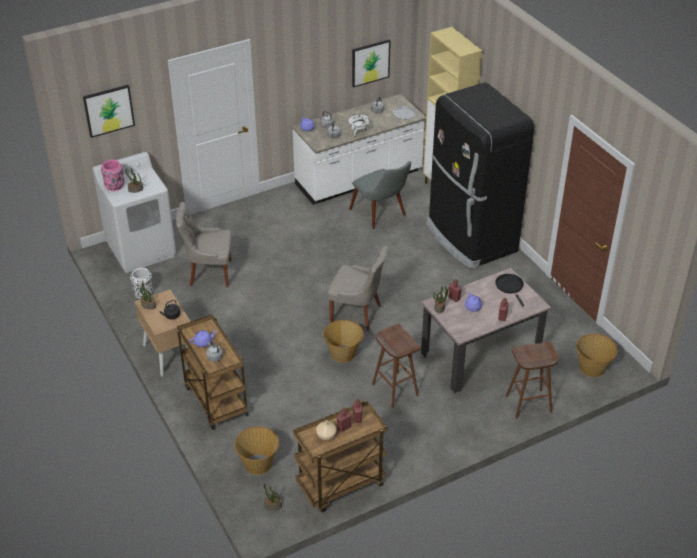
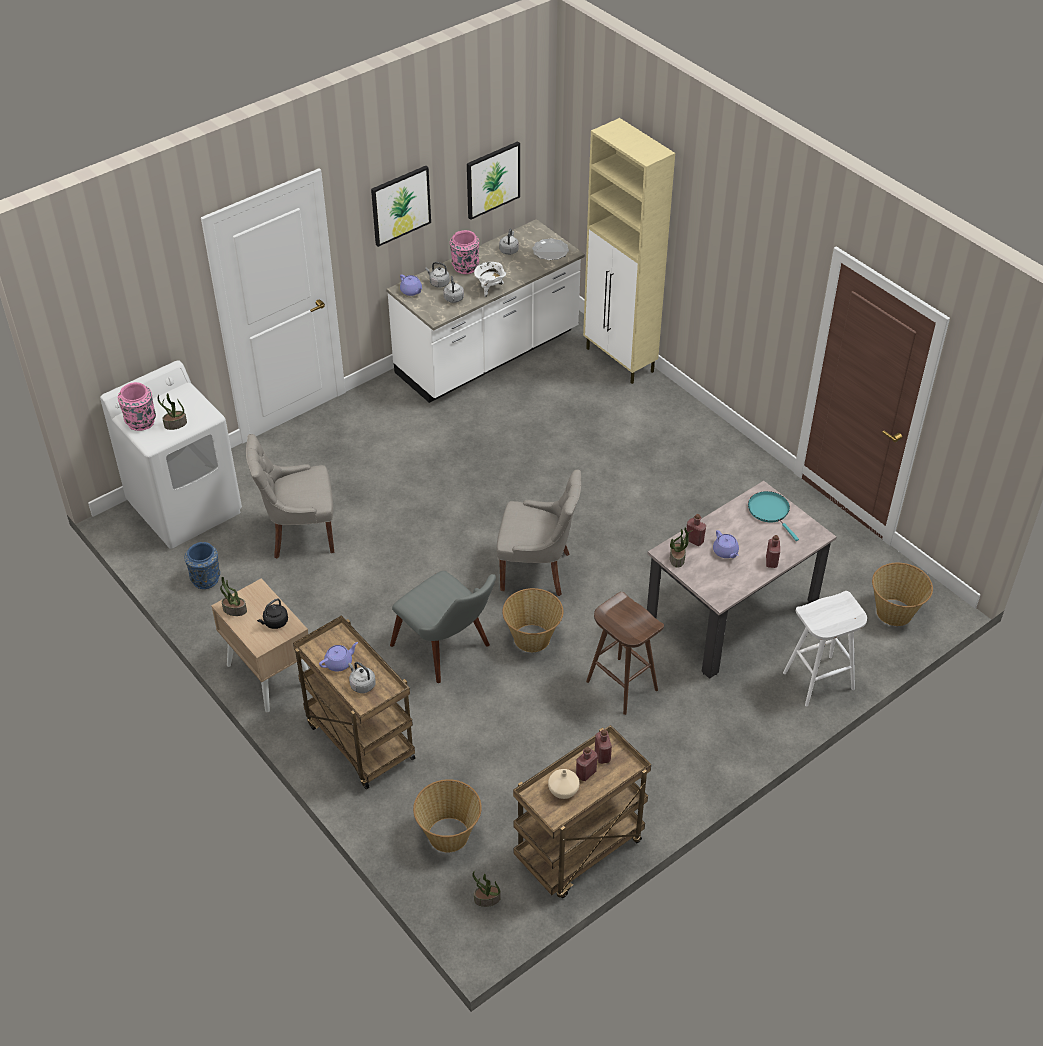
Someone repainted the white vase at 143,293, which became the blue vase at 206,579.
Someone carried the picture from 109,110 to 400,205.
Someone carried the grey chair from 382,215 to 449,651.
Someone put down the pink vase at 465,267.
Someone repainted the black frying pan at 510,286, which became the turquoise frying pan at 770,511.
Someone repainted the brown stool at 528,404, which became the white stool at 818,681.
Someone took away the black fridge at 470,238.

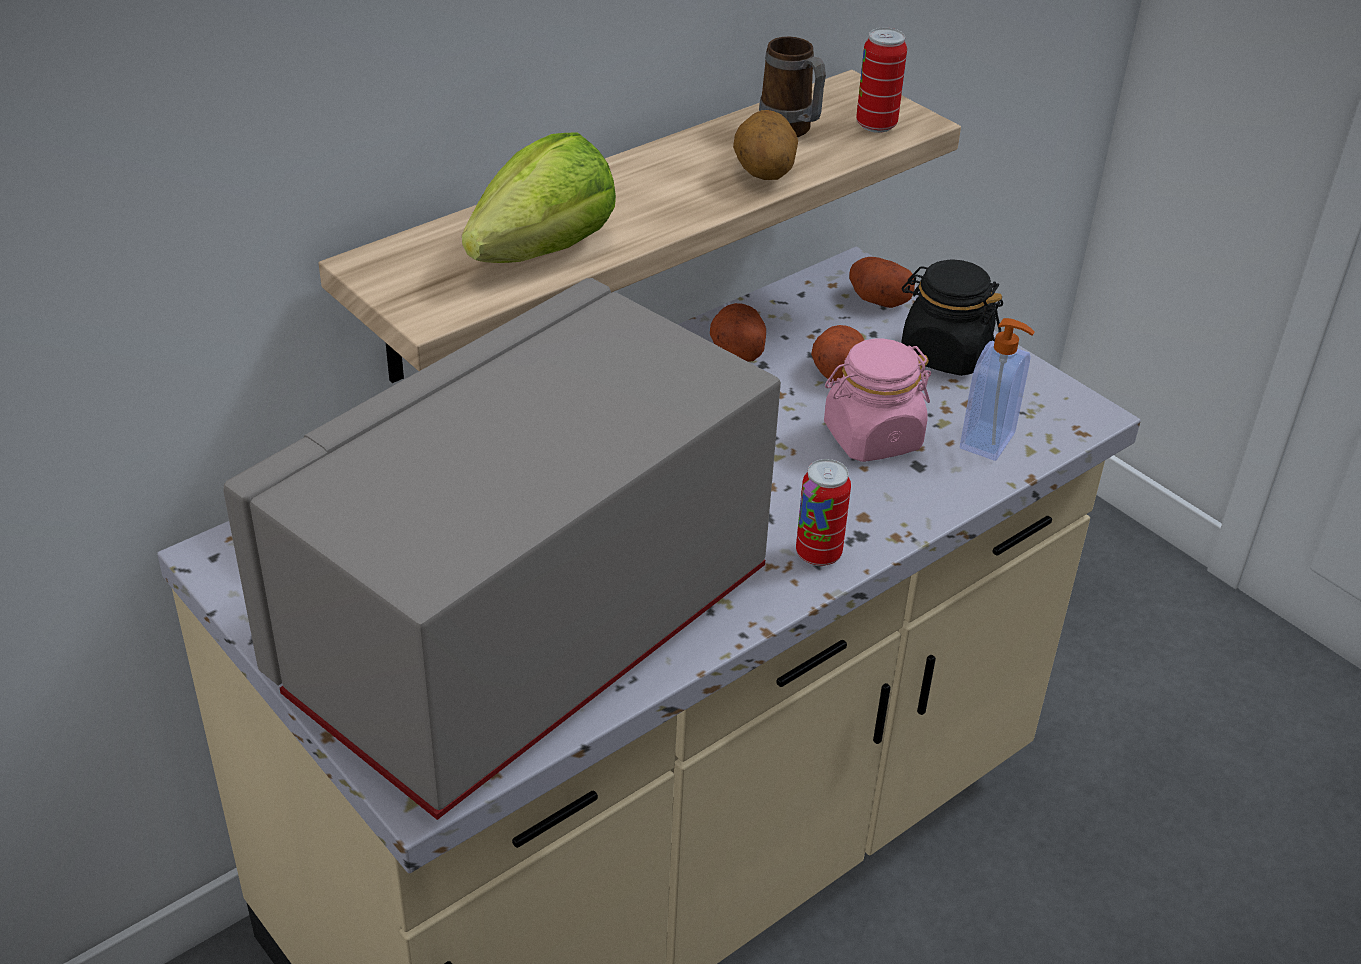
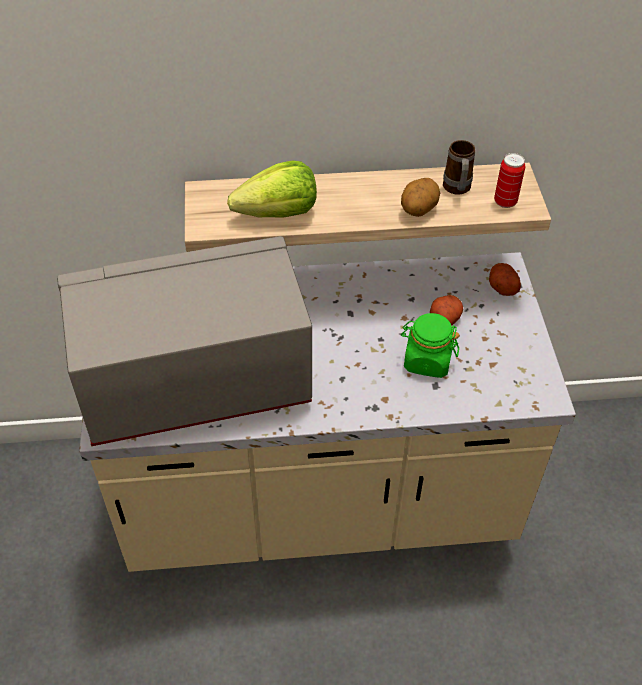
Someone repainted the pink jar at 871,438, which became the green jar at 427,361.
Someone took away the potato at 737,348.
Someone took away the can at 818,554.
Someone took away the black jar at 944,353.
Someone took away the soap dispenser at 989,442.

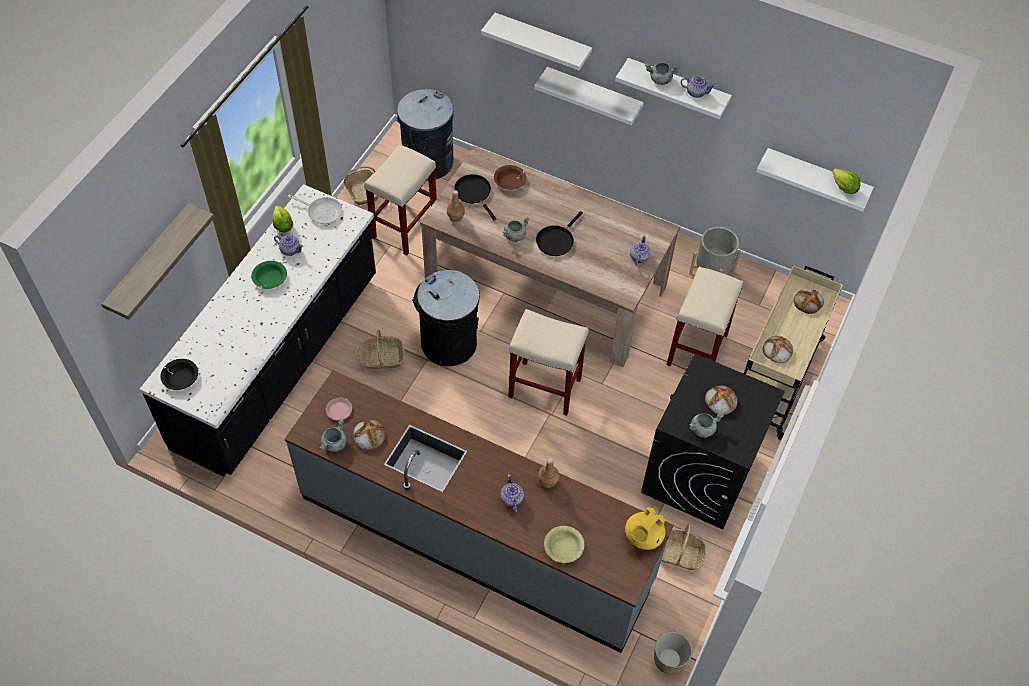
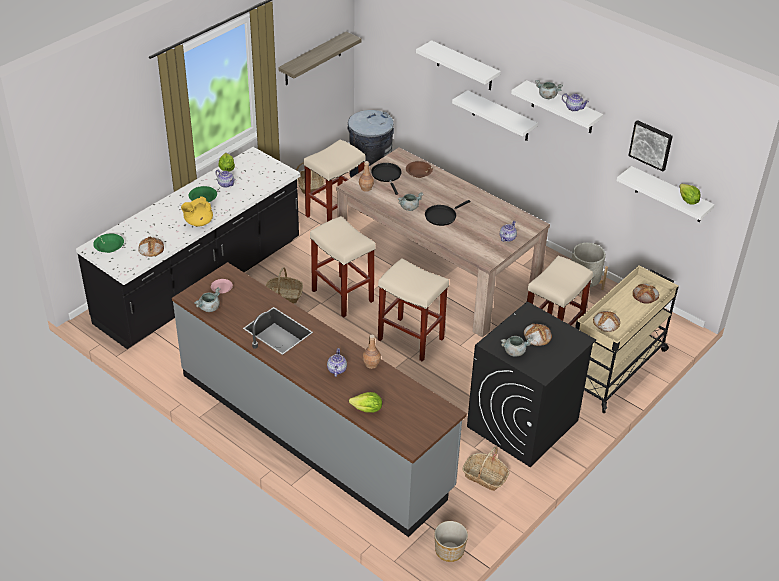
Someone repainted the black bowl at 180,377, which became the green bowl at 109,247.
Someone carried the bread from 369,435 to 151,248.
Someone carried the yellow teapot from 643,537 to 198,222.
Someone carried the shelf from 149,262 to 313,59.
Someone swapped the black trash can at 449,344 for the beige stool at 341,295.
Someone swapped the yellow bowl at 563,547 for the lettuce at 367,409.
Someone put up the picture at 651,144.
Someone took away the frying pan at 322,211.

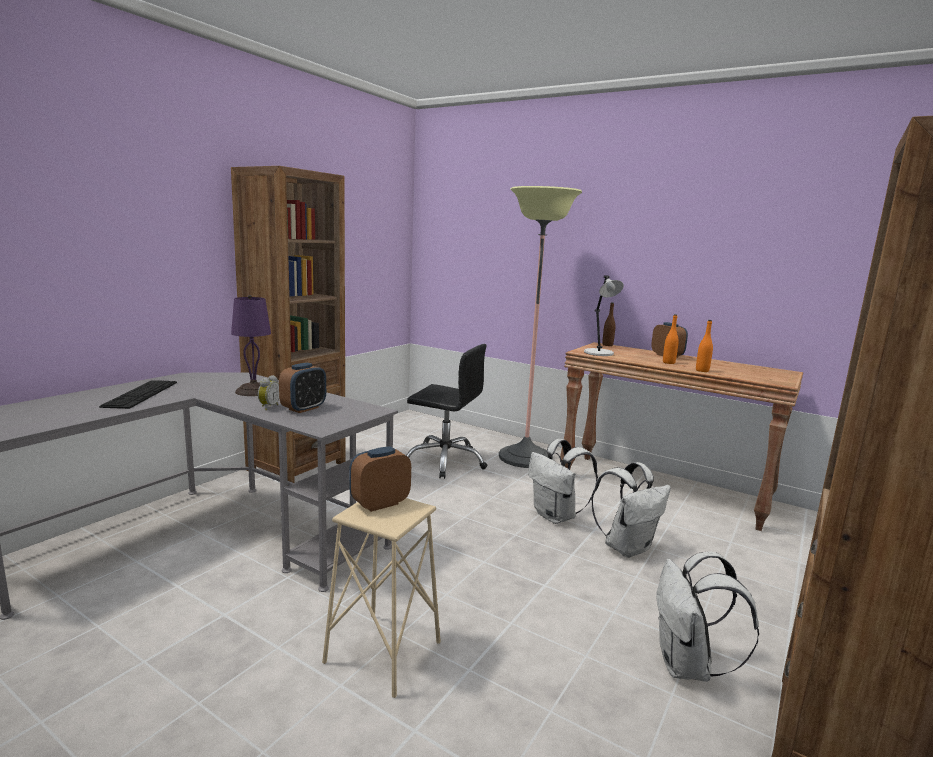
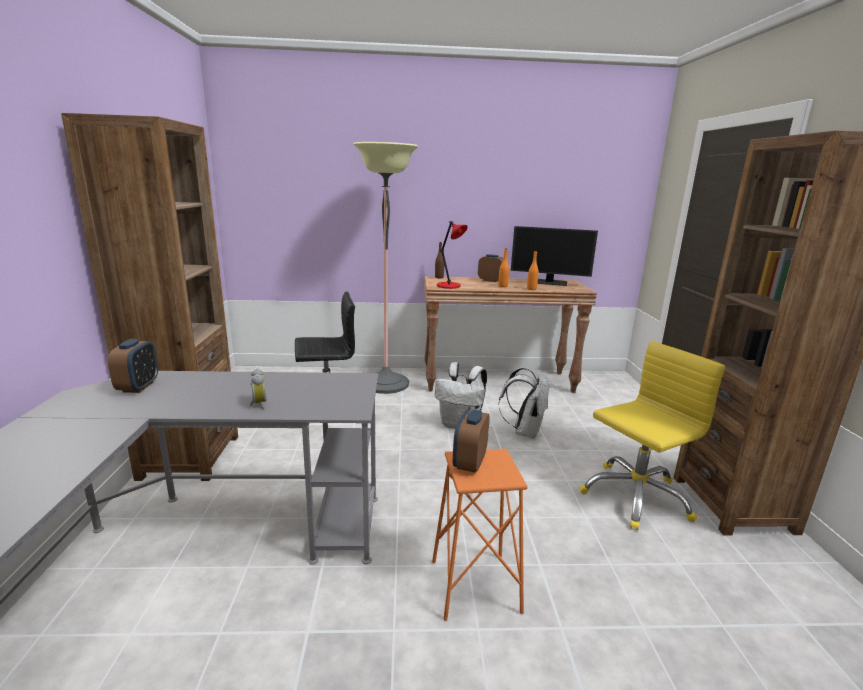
Someone carried the alarm clock from 304,408 to 138,387.
Someone repainted the beige stool at 382,653, which became the orange stool at 475,586.
Someone repainted the grey table lamp at 599,353, which became the red table lamp at 450,286.
Someone put down the monitor at 549,282.
Someone swapped the white backpack at 687,666 for the yellow office chair at 635,496.
Someone took away the keyboard at 141,394.
Someone took away the purple table lamp at 253,391.

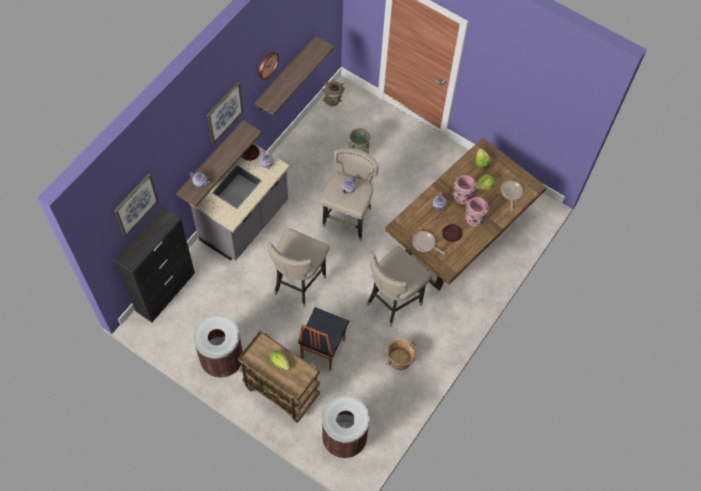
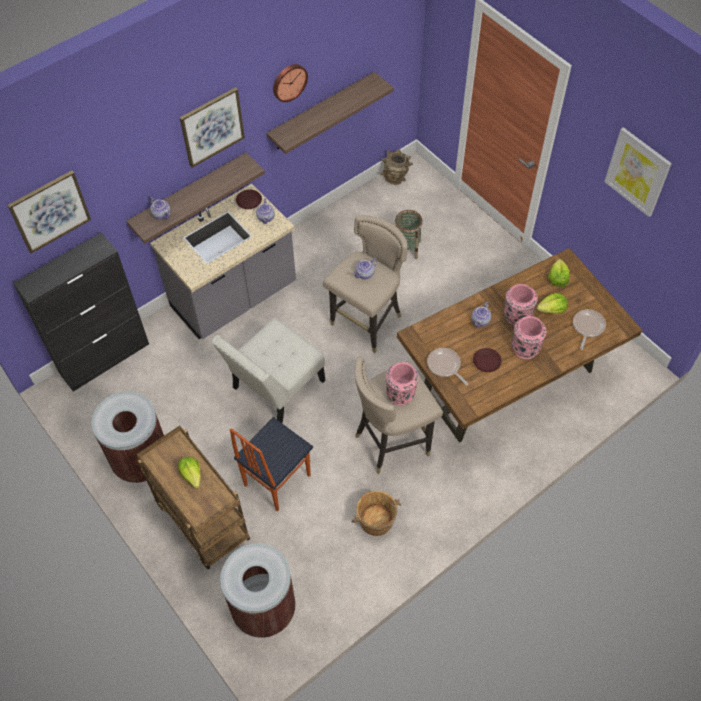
Someone swapped the beige stool at 298,283 for the white chair at 274,388.
Someone put down the pink vase at 400,394.
Someone put up the picture at 637,172.

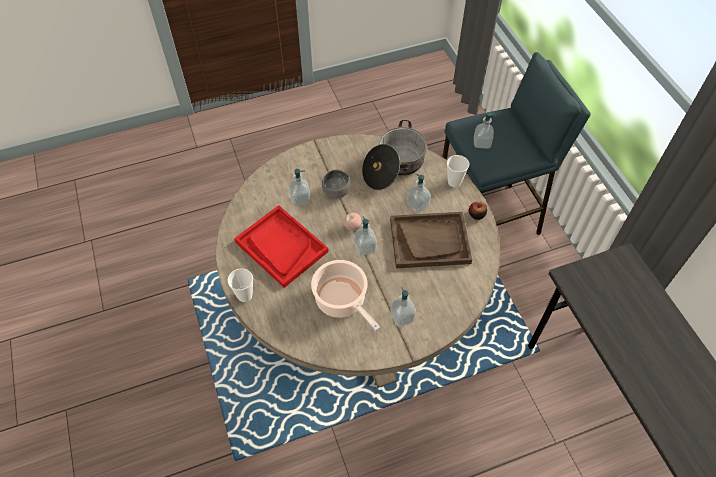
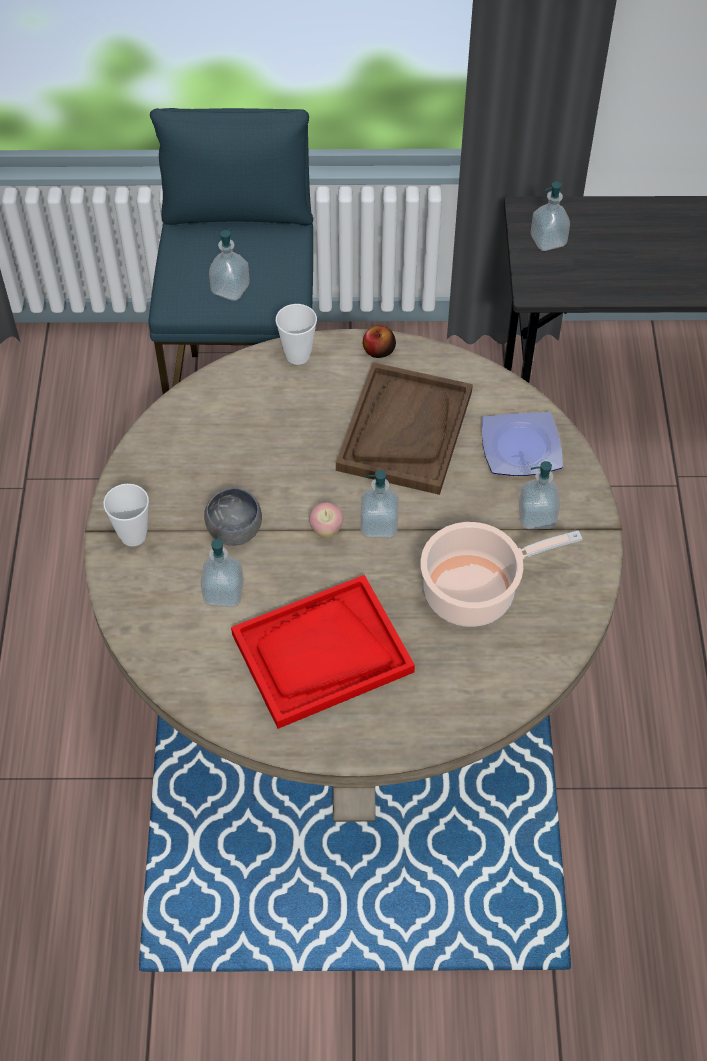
Someone carried the cup from 245,296 to 133,535.
Someone put down the plate at 522,446.
Someone carried the soap dispenser from 417,204 to 548,240.
Someone took away the cooking pot at 393,167.

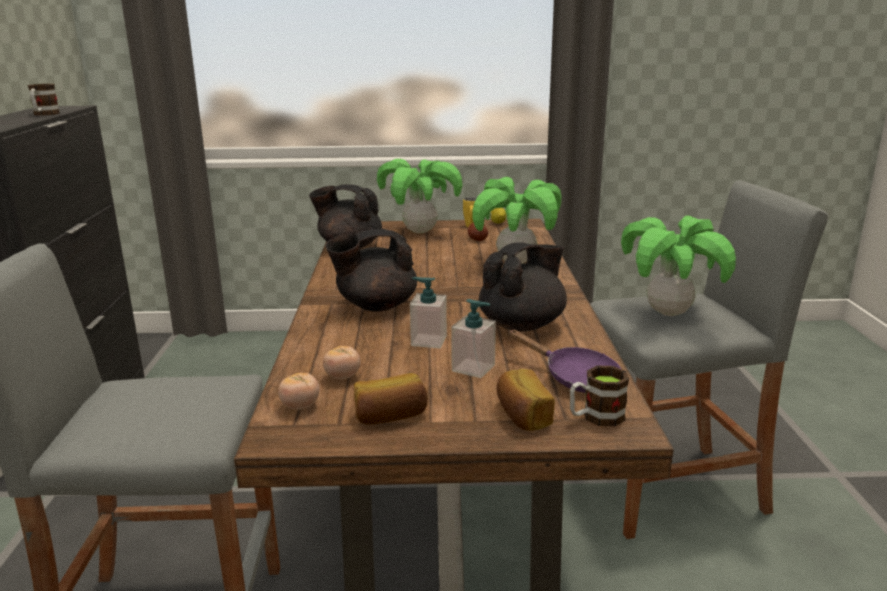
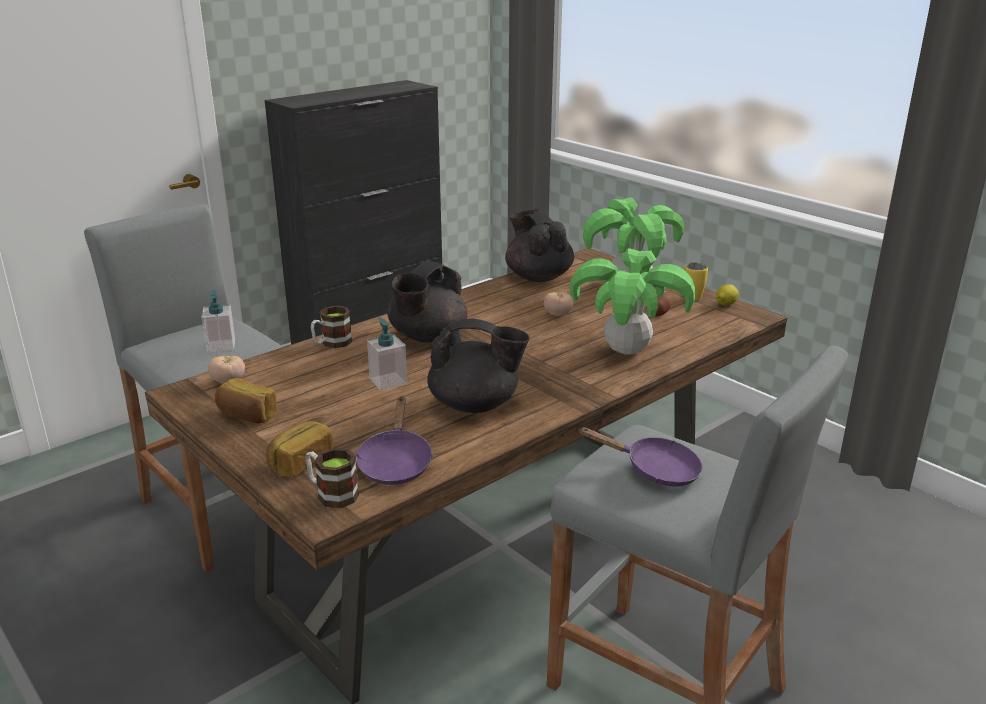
Someone carried the soap dispenser from 473,368 to 221,346.
Someone carried the mug from 44,114 to 331,343.
Someone rotated the black teapot at 375,306 by 90 degrees counterclockwise.
Someone carried the tomato from 342,377 to 558,314.
Someone swapped the potted plant at 669,313 for the purple frying pan at 654,470.

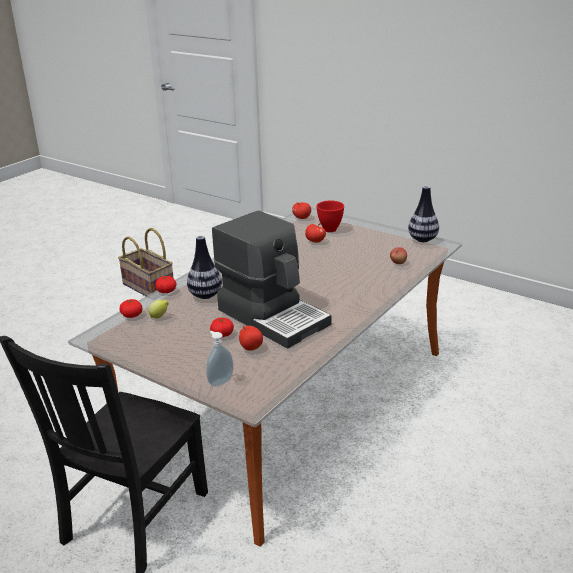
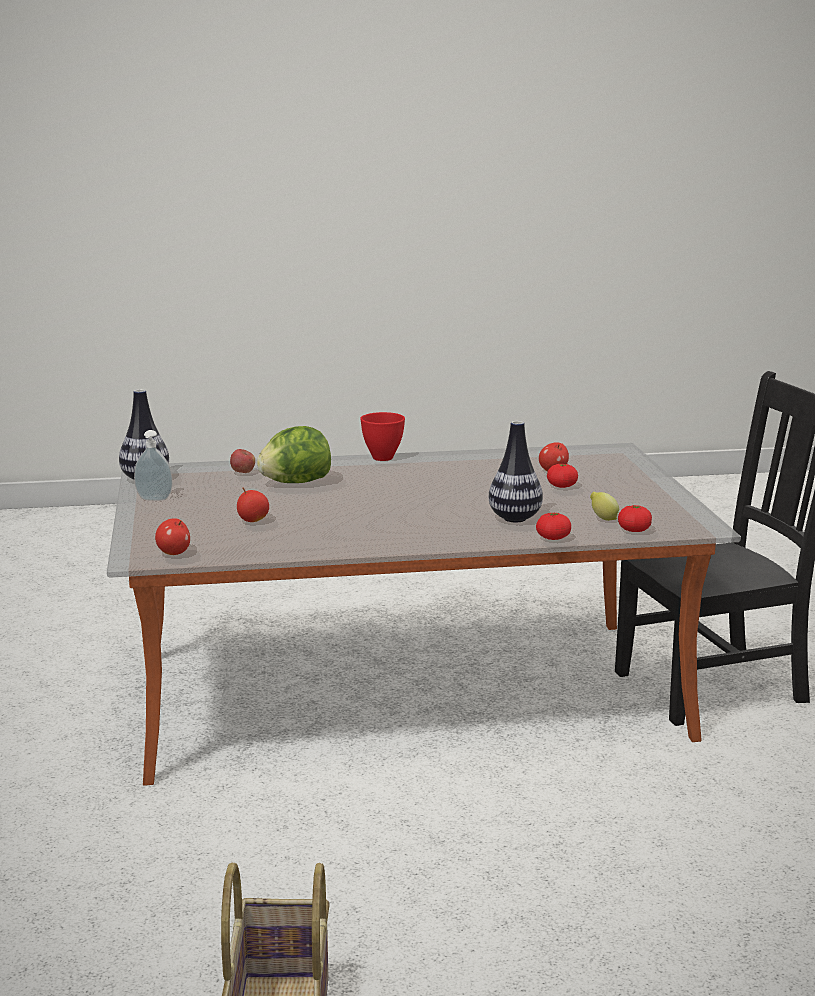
Someone carried the soap dispenser from 220,381 to 153,499.
Someone put down the lettuce at 295,483.
Someone carried the red bowl from 329,230 to 384,458.
Someone took away the coffee machine at 273,316.

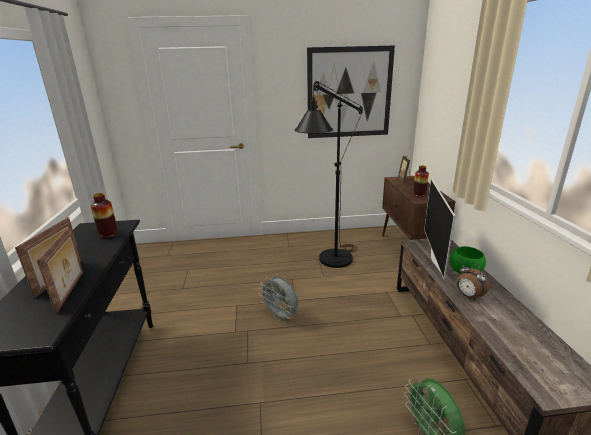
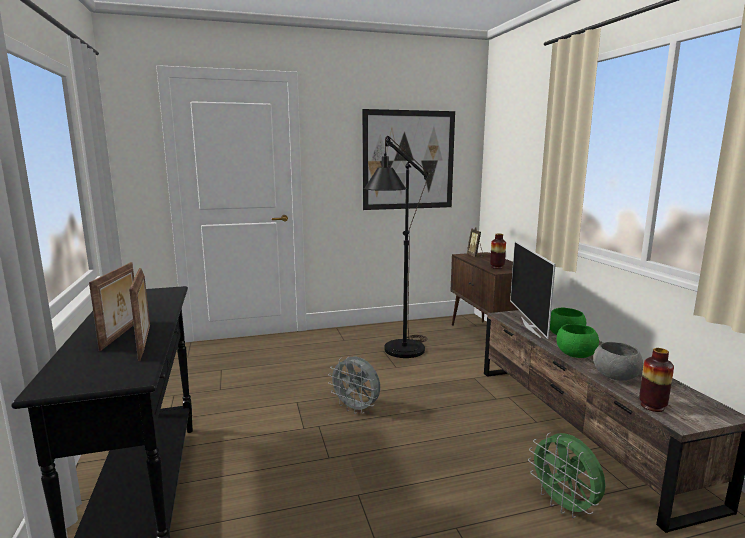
Someone swapped the alarm clock at 468,296 for the green bowl at 576,354.
Someone put down the grey bowl at 615,376.
Someone carried the vase from 108,235 to 652,406.

